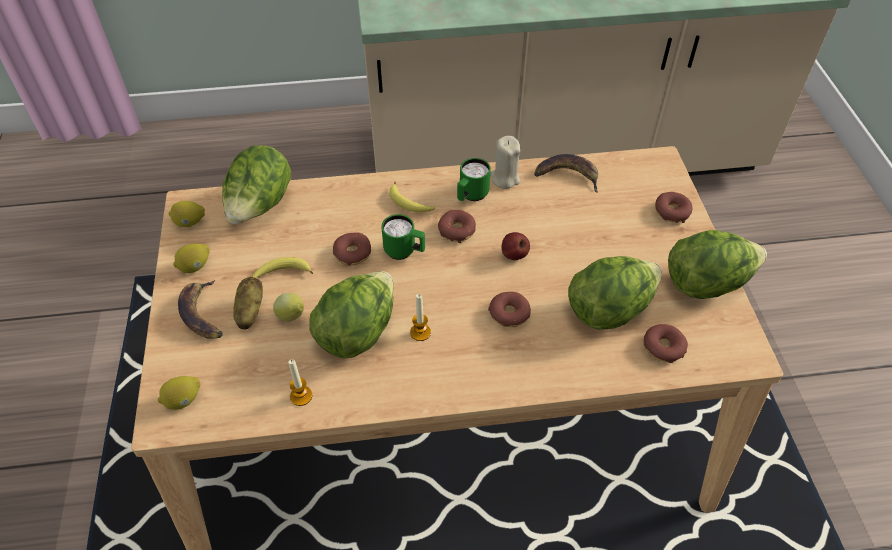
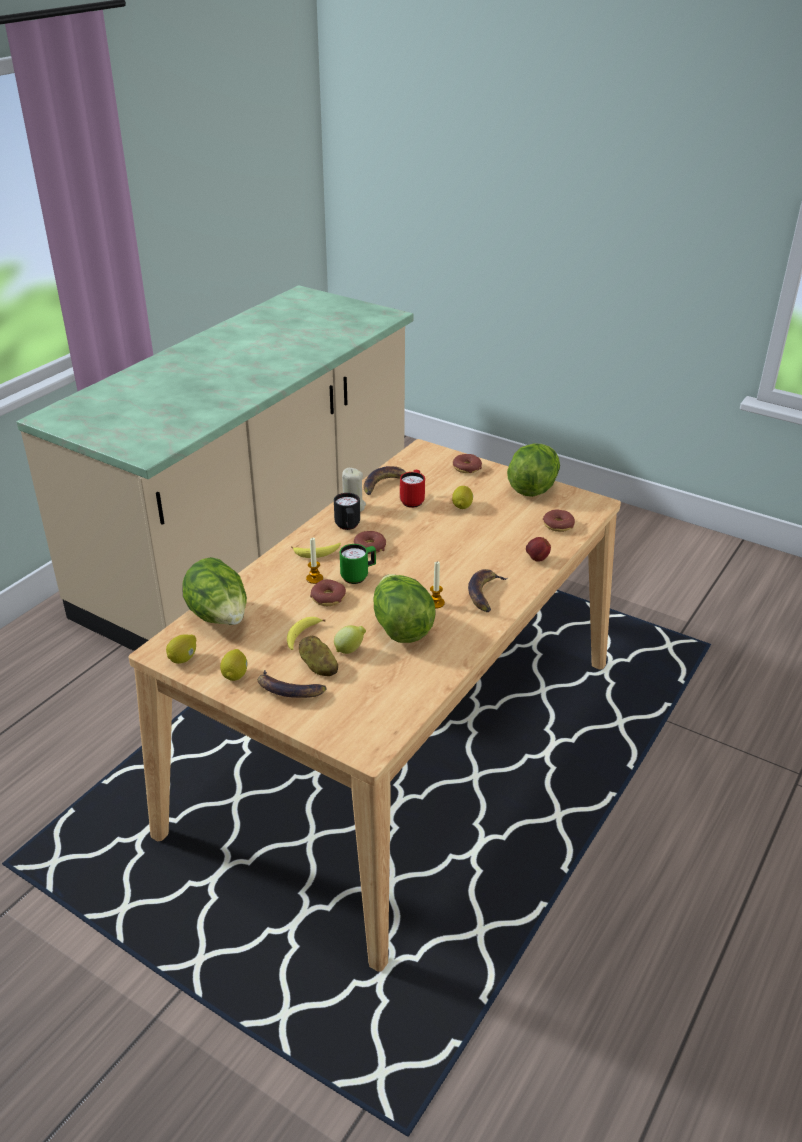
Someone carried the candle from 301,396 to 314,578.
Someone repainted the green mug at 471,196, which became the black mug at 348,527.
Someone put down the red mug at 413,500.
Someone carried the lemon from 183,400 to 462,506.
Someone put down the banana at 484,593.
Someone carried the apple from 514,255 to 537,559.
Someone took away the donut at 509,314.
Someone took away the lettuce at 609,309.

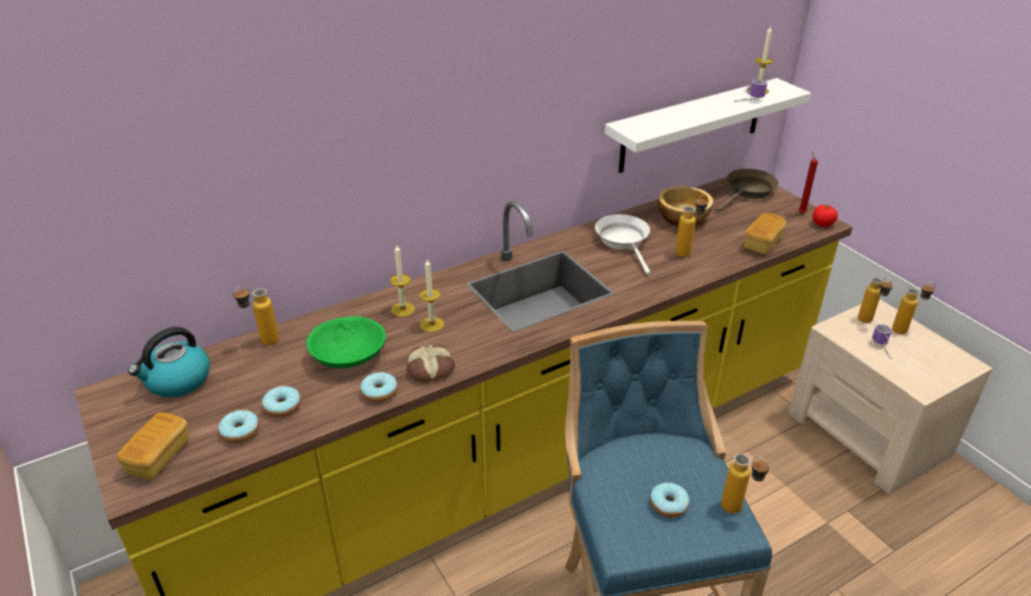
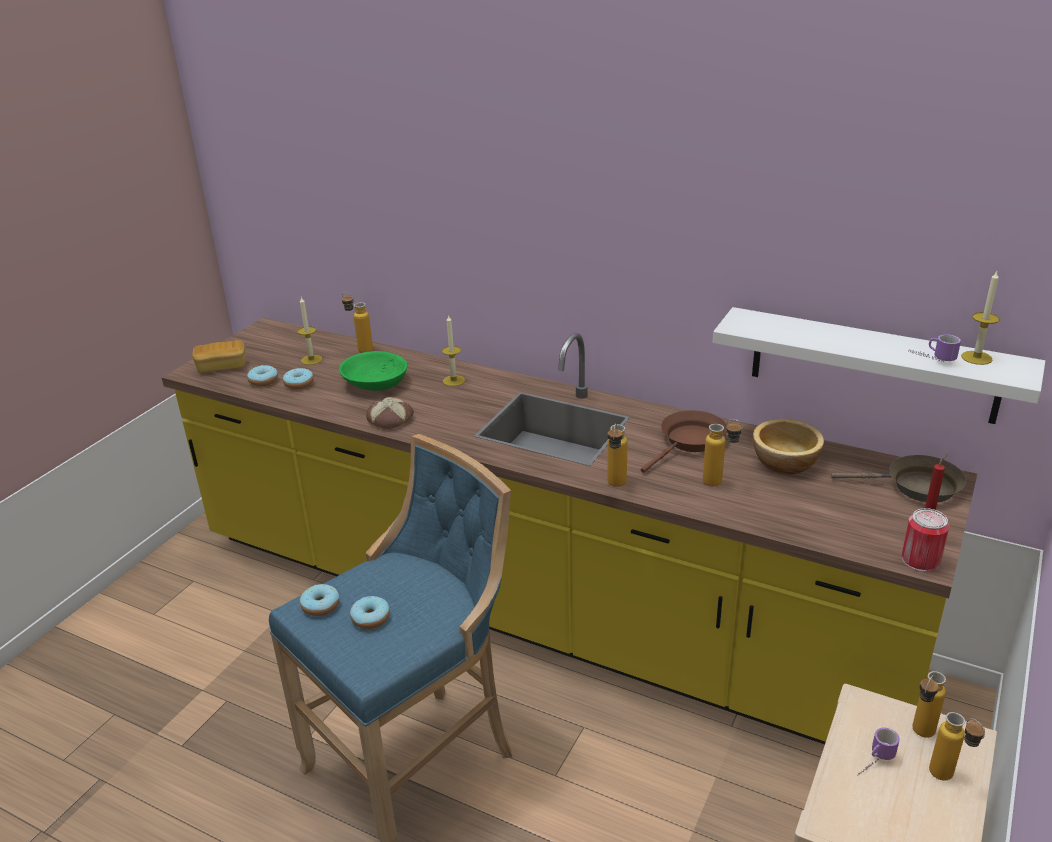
Someone carried the candle from 432,324 to 311,360.
Someone carried the donut from 379,392 to 320,606.
Someone carried the bottle from 738,511 to 615,486.
Someone repainted the white frying pan at 624,241, which became the brown frying pan at 689,442.
Someone swapped the tomato at 822,224 for the can at 920,560.
Someone took away the kettle at 177,381.
Someone took away the bread at 762,243.

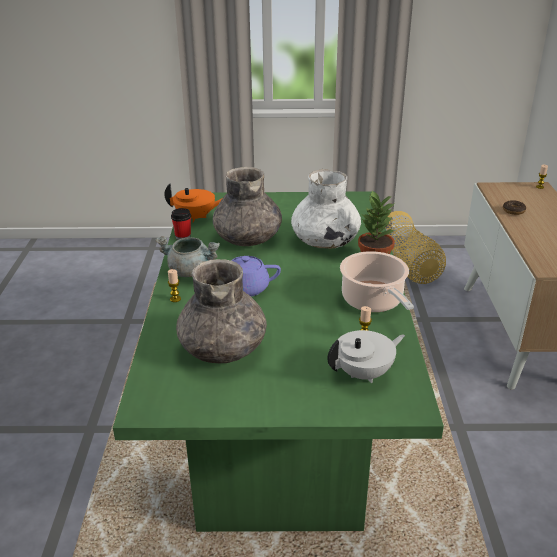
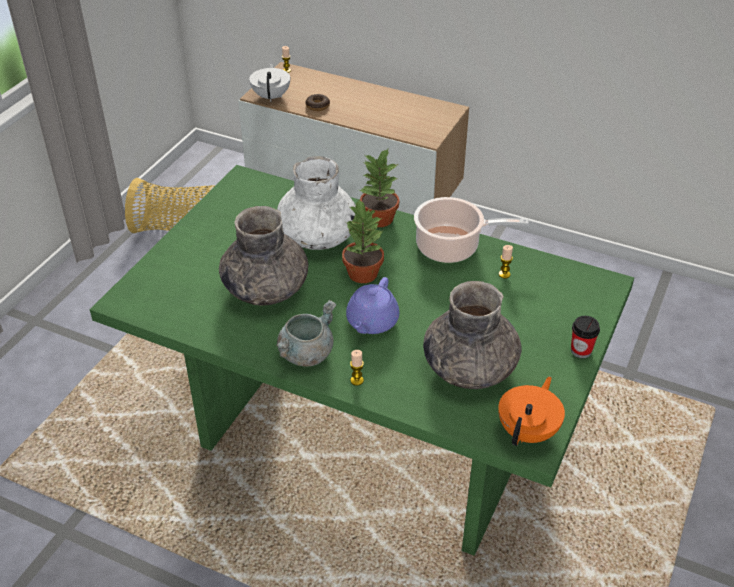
Someone carried the white teapot from 364,373 to 271,96.
Someone put down the potted plant at 362,273.
Someone carried the orange teapot from 196,217 to 528,431.
Someone carried the cup from 183,236 to 581,351.

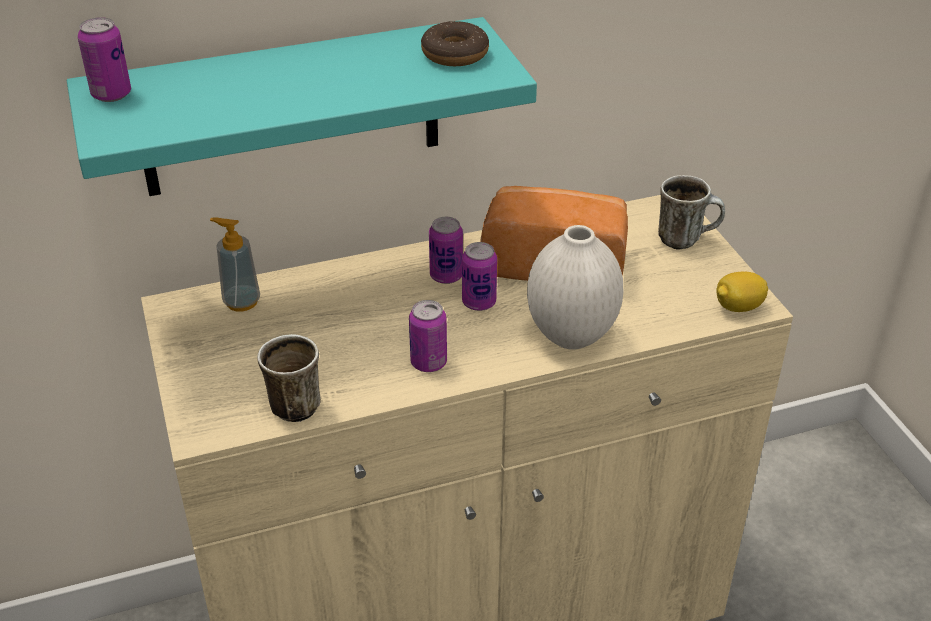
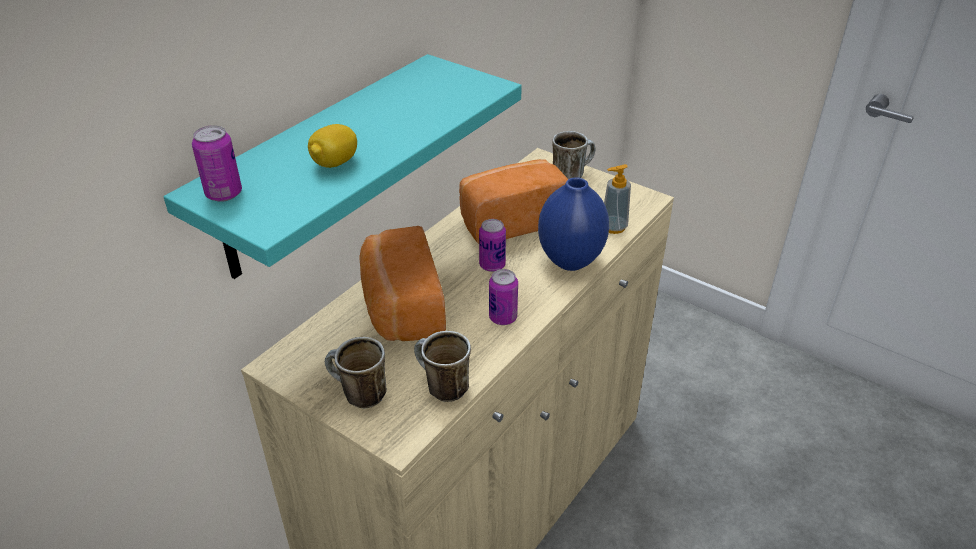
Someone carried the lemon from 738,307 to 335,163.
Someone put down the mug at 357,395.
Someone put down the bread at 401,308.
Someone repainted the white vase at 570,336, which became the blue vase at 569,261.
Someone carried the soap dispenser from 241,302 to 613,227.
Someone took away the donut at 455,54.
Someone took away the can at 446,276.

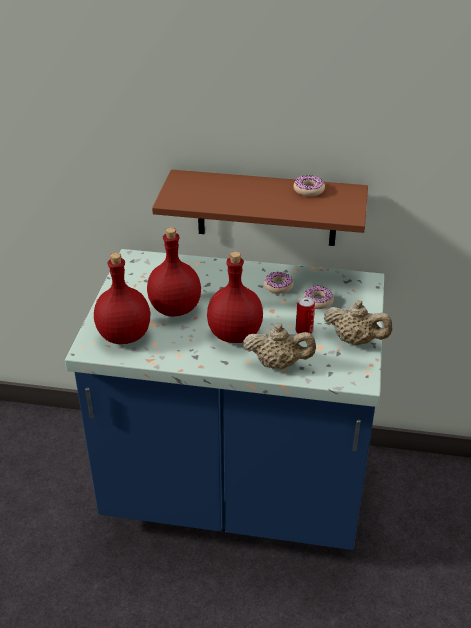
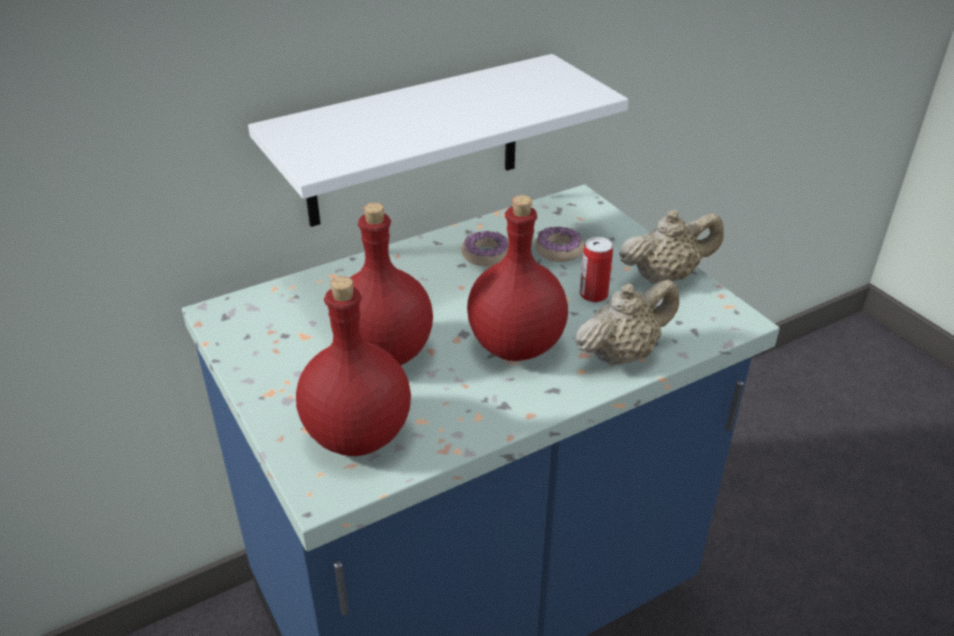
Someone repainted the brown shelf at 267,208, which became the white shelf at 413,142.
Someone took away the donut at 308,190.

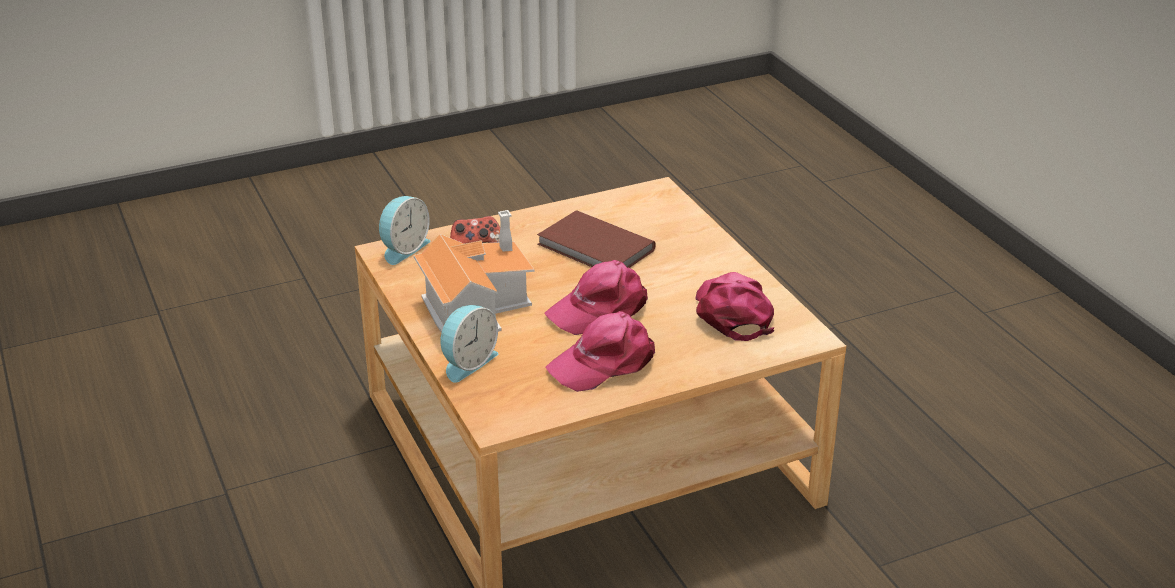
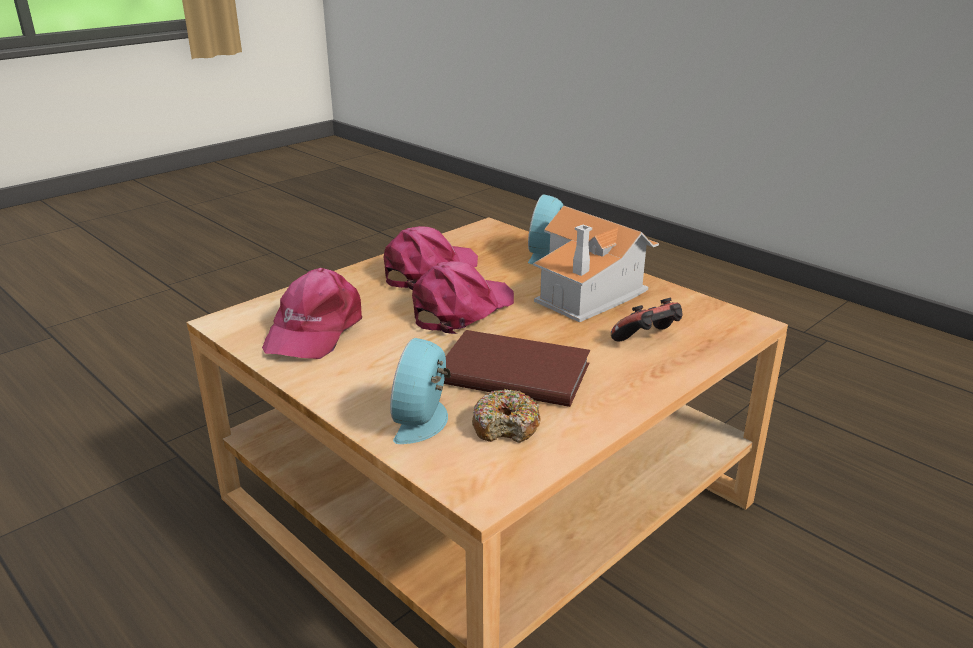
Someone rotated the pink cap at 733,313 by 45 degrees clockwise.
Someone carried the alarm clock from 403,249 to 425,420.
Someone put down the donut at 506,426.

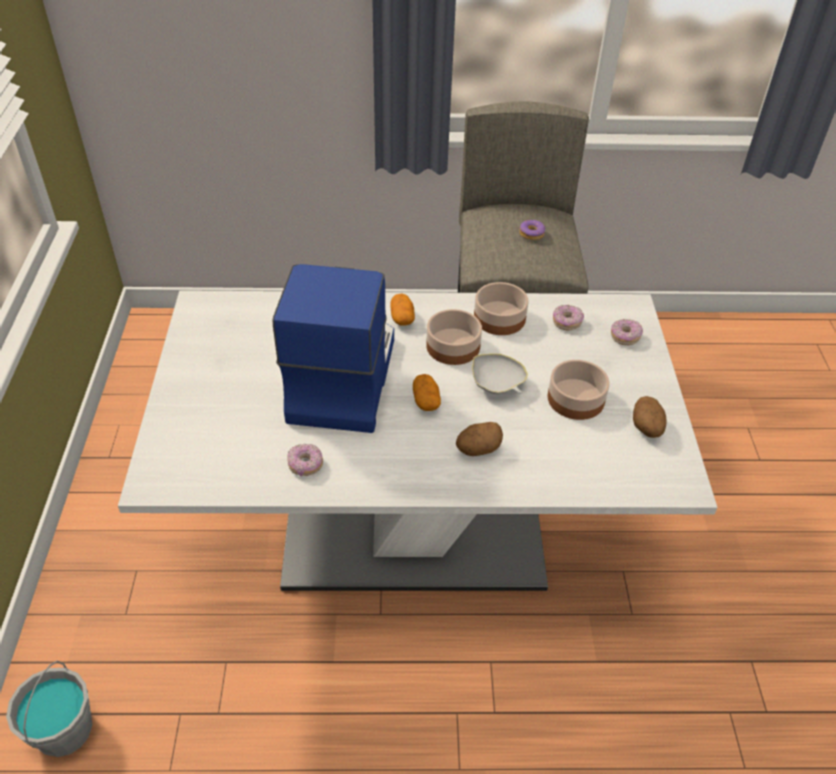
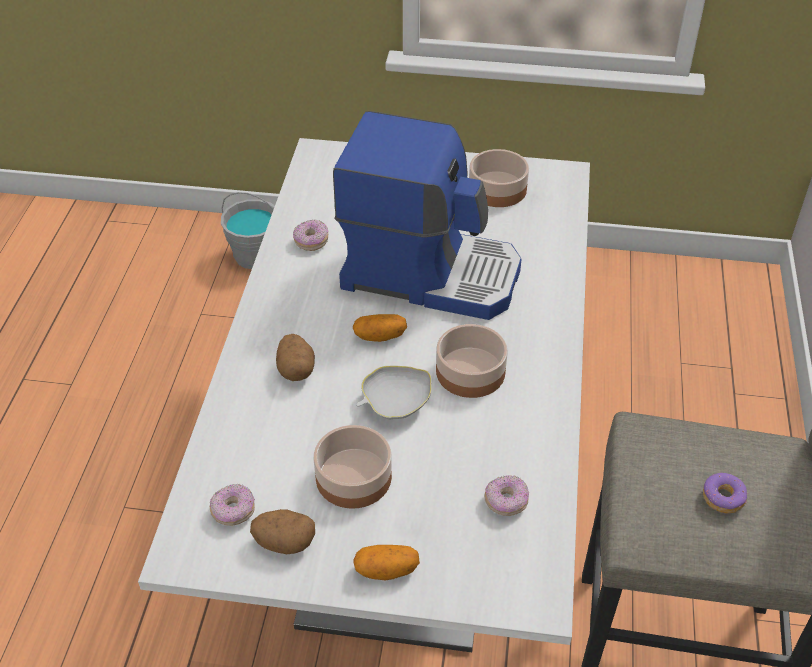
Someone carried the donut from 625,337 to 233,511.
Someone carried the potato from 402,318 to 386,570.
Someone carried the bowl from 500,318 to 497,190.

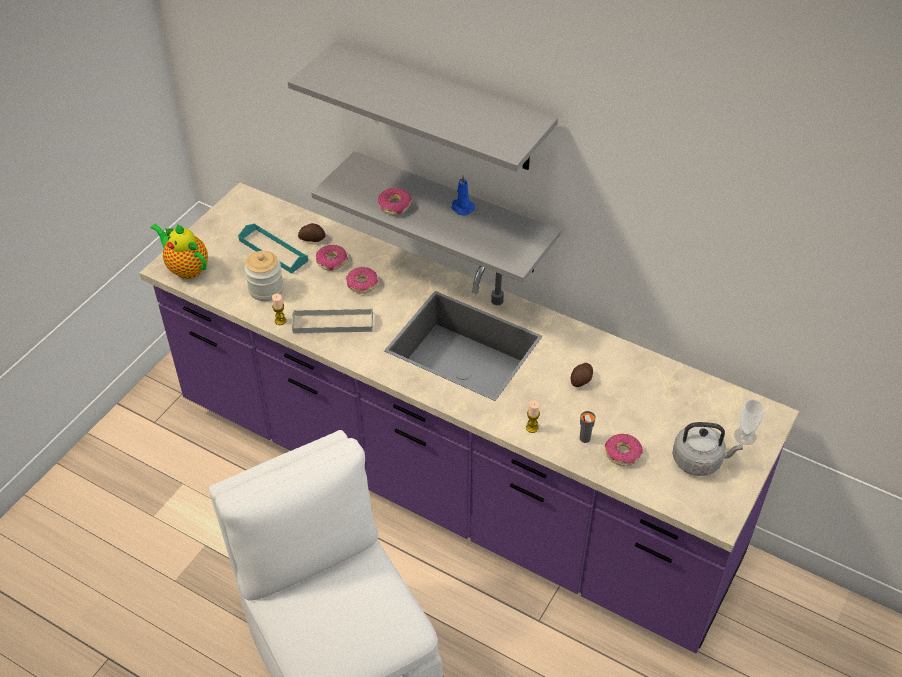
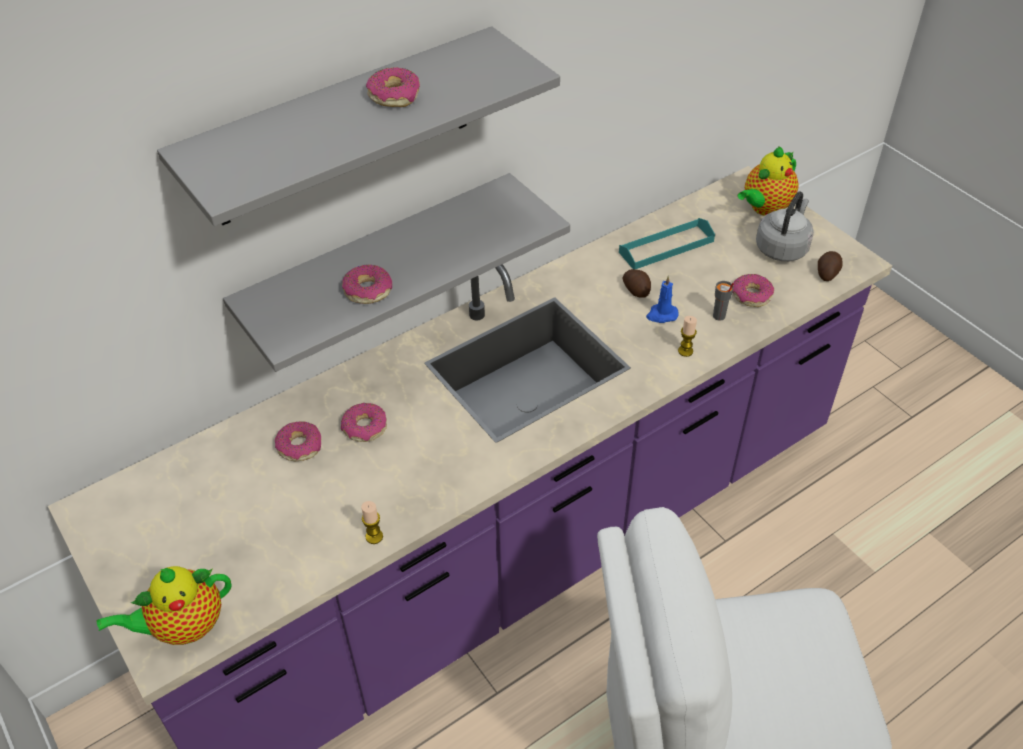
Someone put down the donut at 394,96.
Someone carried the turquoise tray from 273,251 to 666,247.
Someone carried the blue candle from 462,207 to 661,315.
Someone swapped the cup at 745,436 for the teapot at 764,208.
Someone carried the potato from 312,238 to 827,273.
Someone took away the jar at 266,289.
Someone took away the grey tray at 333,323.

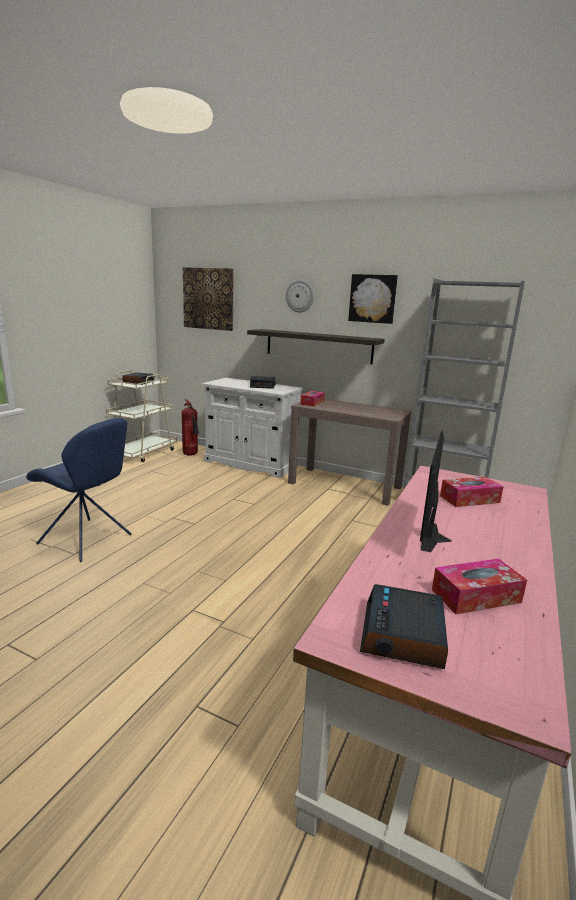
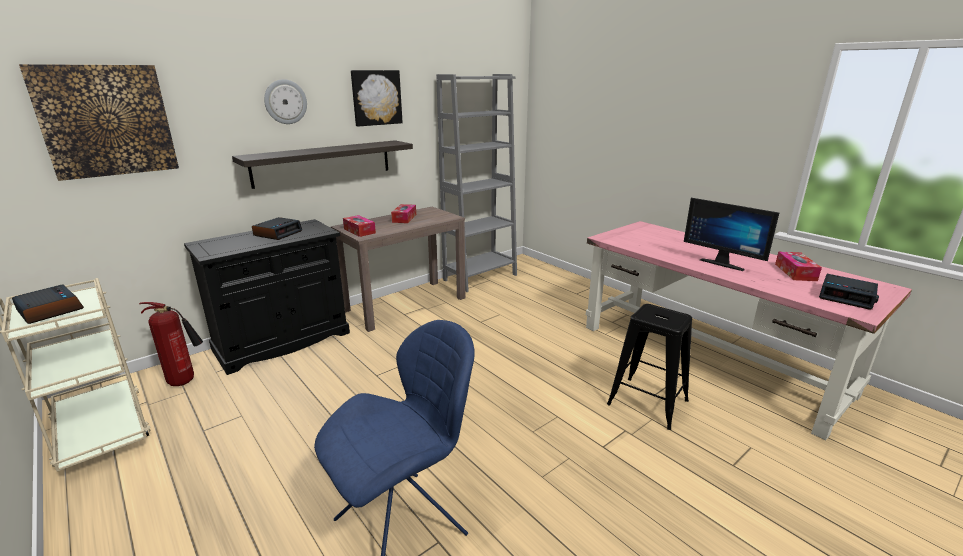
Someone repainted the white cabinet at 251,463, which became the black cabinet at 283,341.
Someone carried the tissue box from 469,499 to 404,218.
Someone put down the black stool at 648,403.

